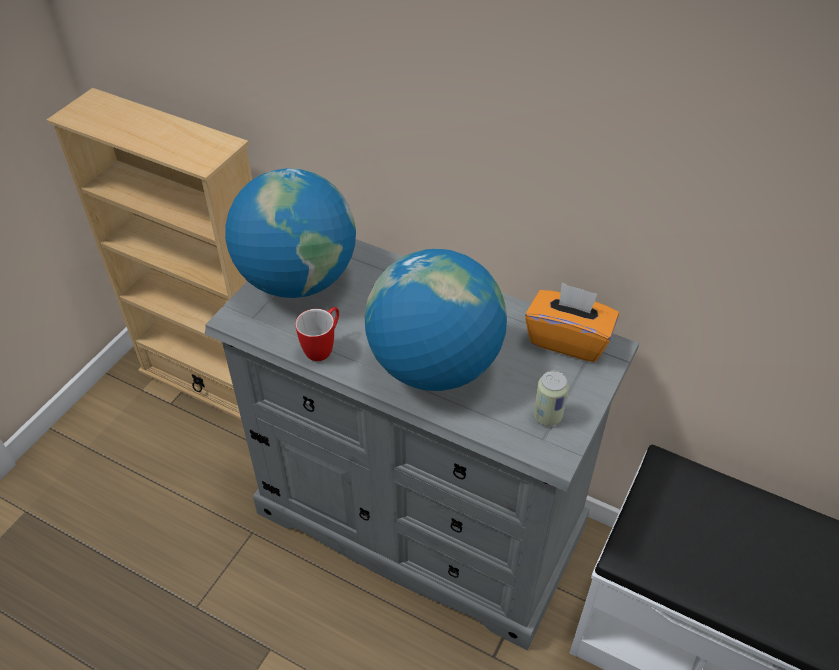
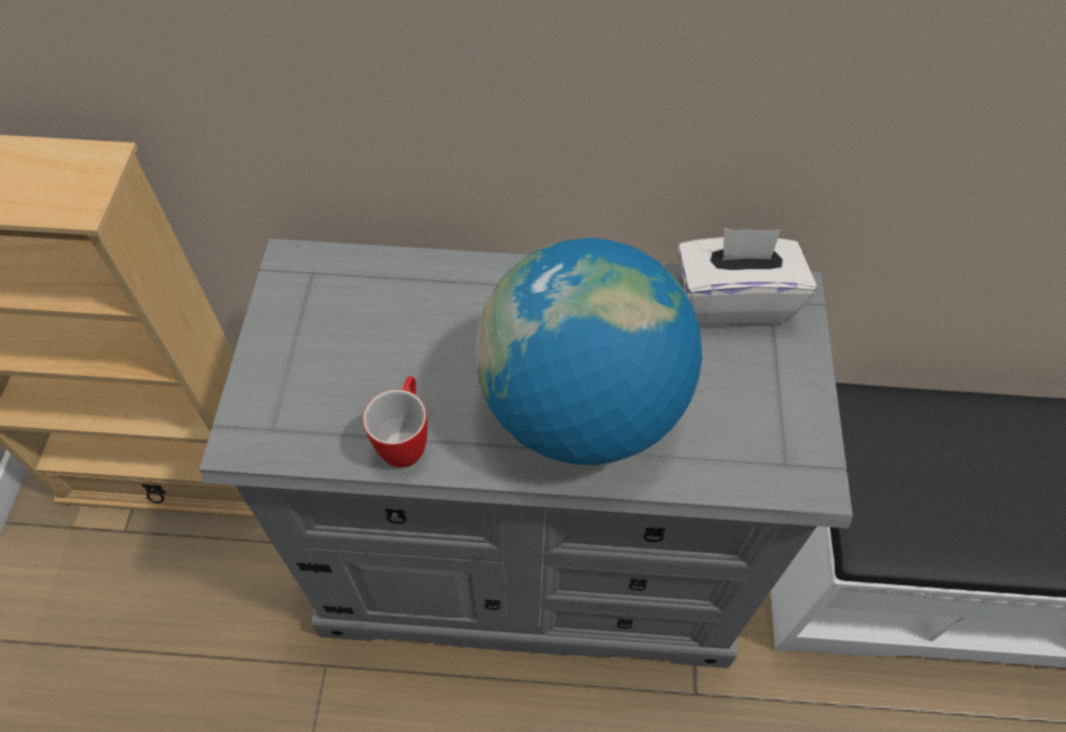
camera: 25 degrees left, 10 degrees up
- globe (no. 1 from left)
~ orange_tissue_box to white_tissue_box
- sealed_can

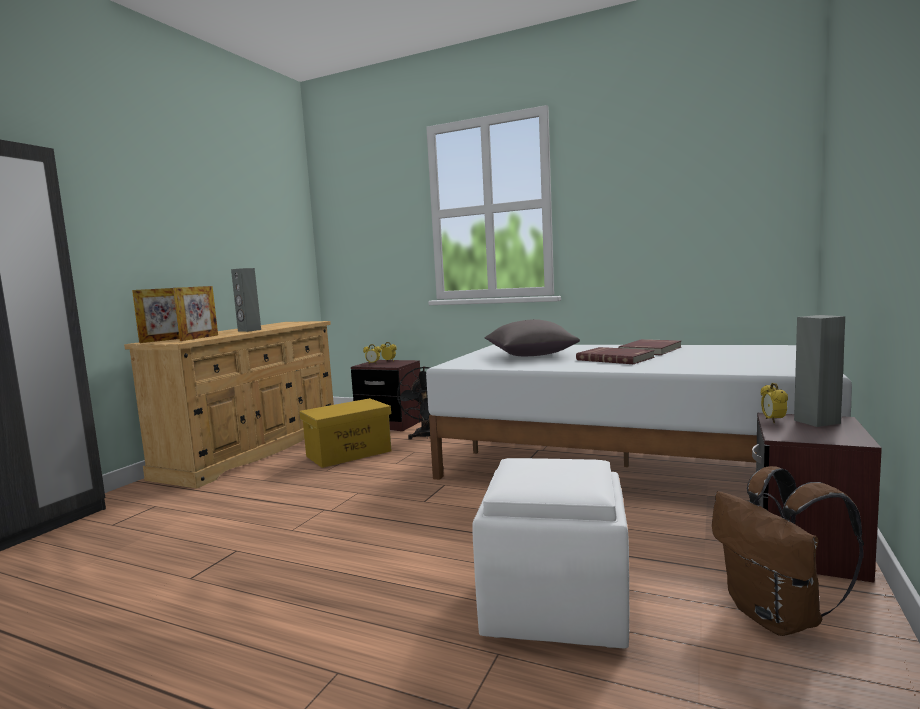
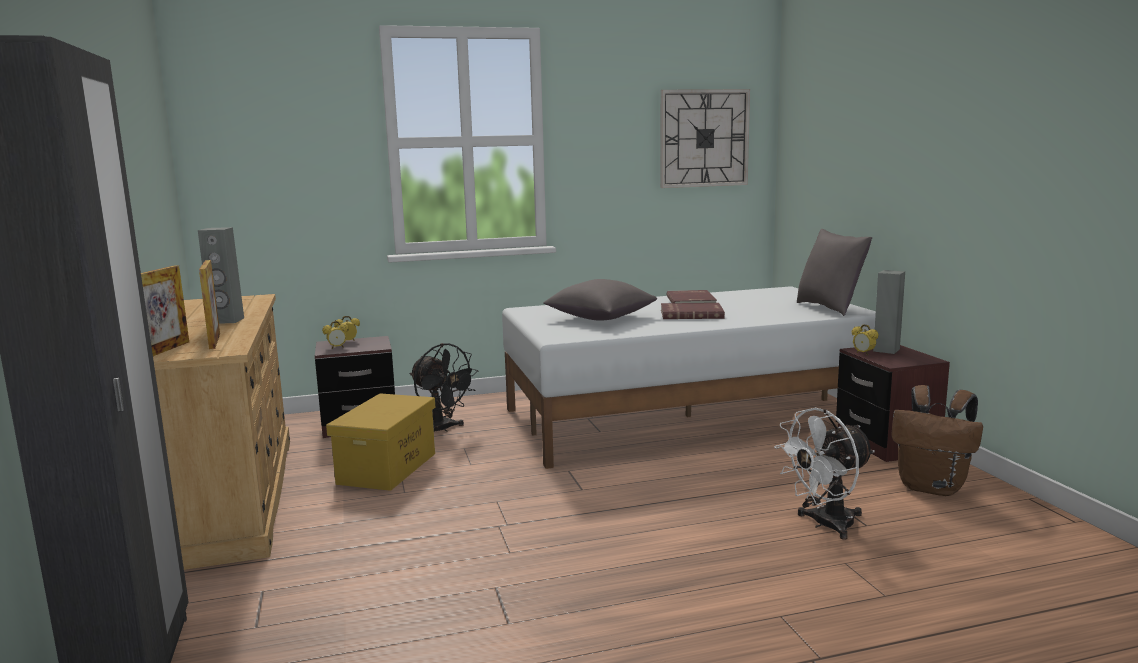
camera: 40 degrees left, 5 degrees up
~ white_pouffe to white_cooling_fan
+ clock_on_the_wall
+ grey_cushion (no. 2 from left)

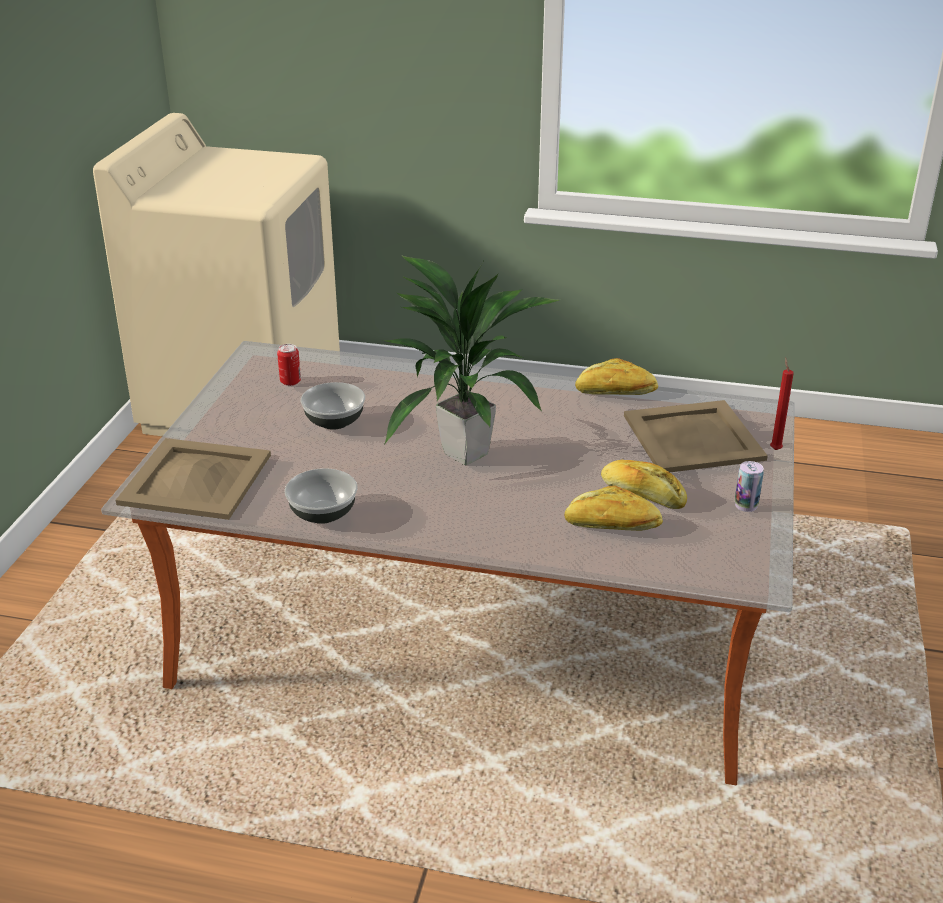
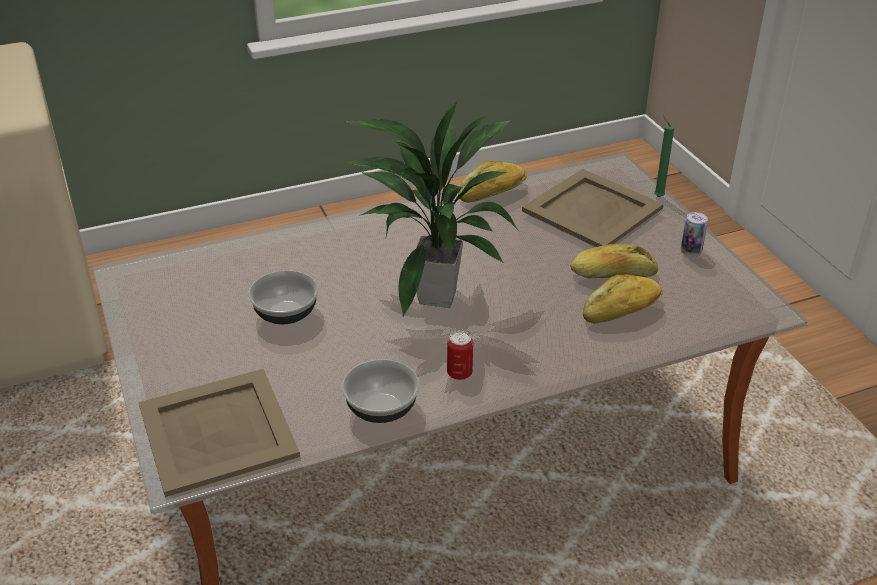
camera: 35 degrees left, 5 degrees up
~ sealed_can (no. 1 from left)
~ reddish_wax_candle to green_wax_candle

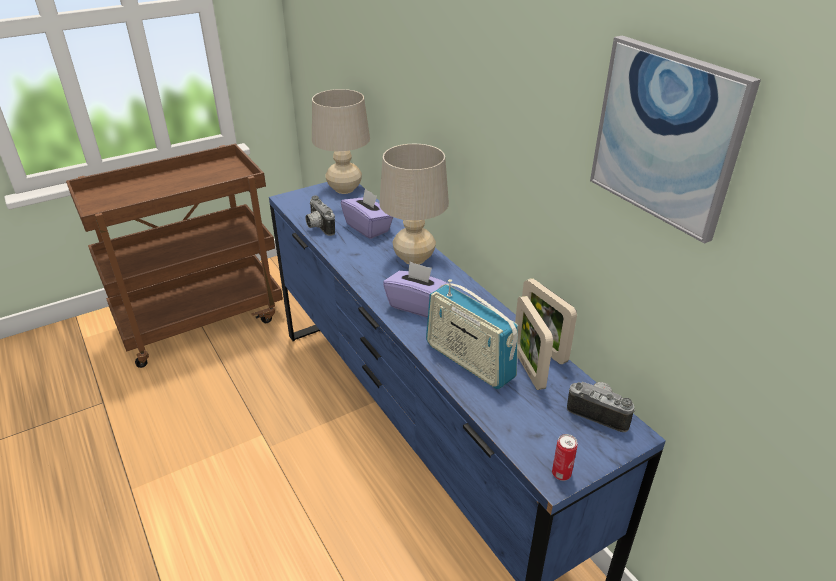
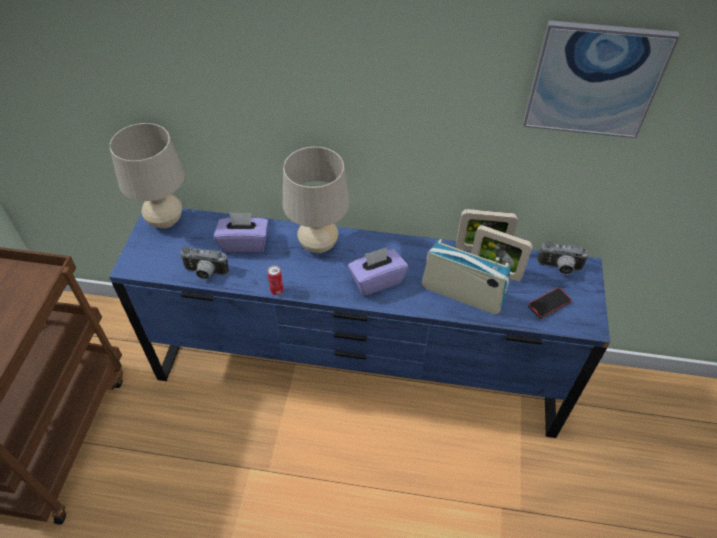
camera: 50 degrees left, 15 degrees up
~ radio_receiver 150 degrees counterclockwise
~ sealed_can
~ photo_camera (no. 2 from left) 150 degrees counterclockwise
+ telephone

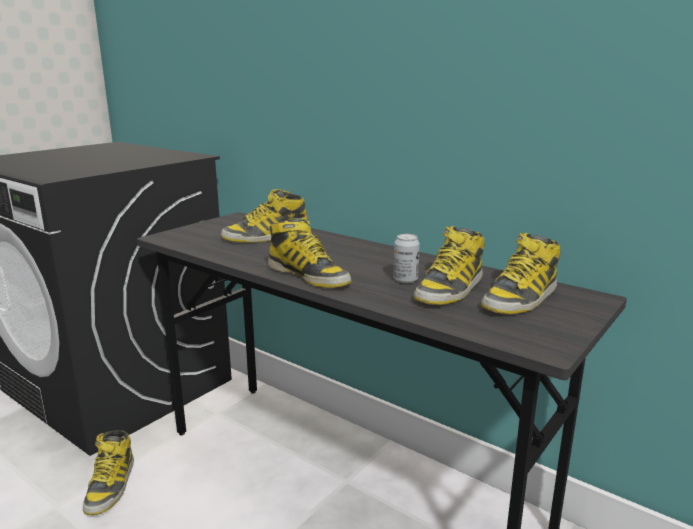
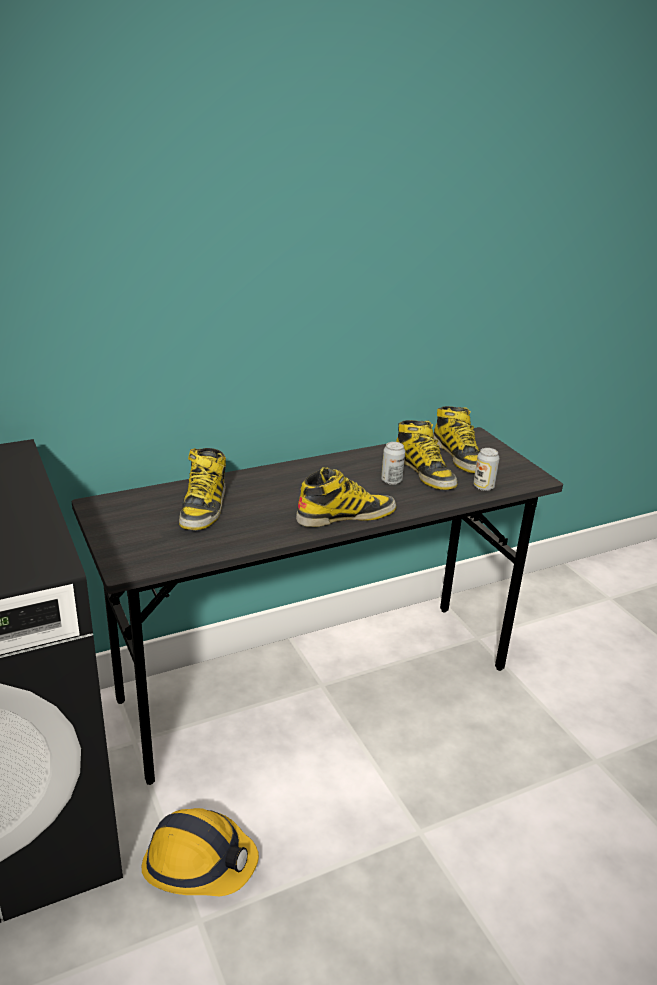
camera: 65 degrees left, 10 degrees up
~ tall_boot (no. 1 from left) to hard_hat
+ sealed_can (no. 2 from left)

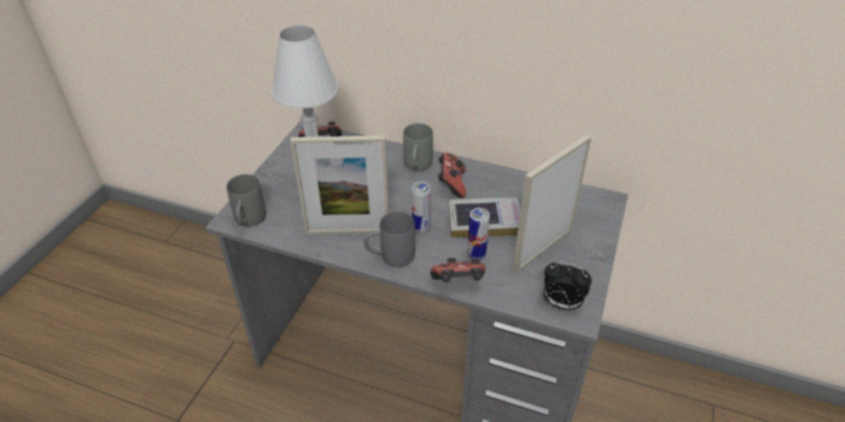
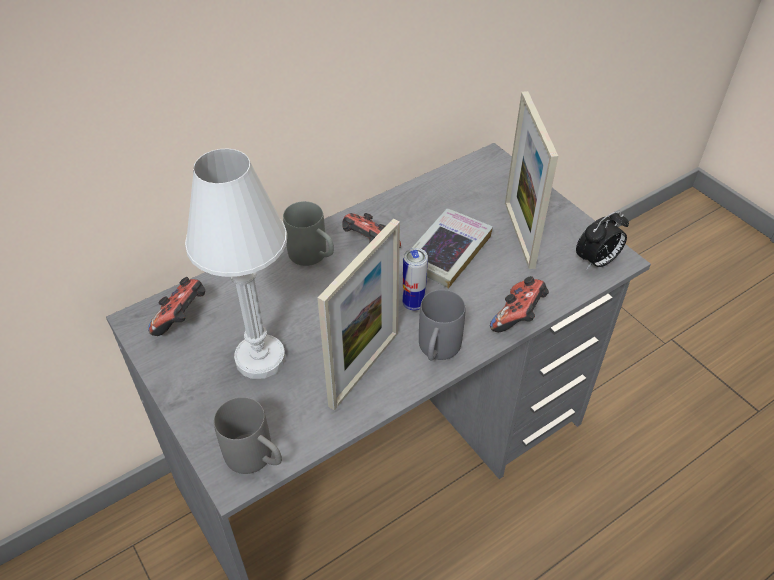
camera: 55 degrees left, 5 degrees up
- sealed_can (no. 2 from left)

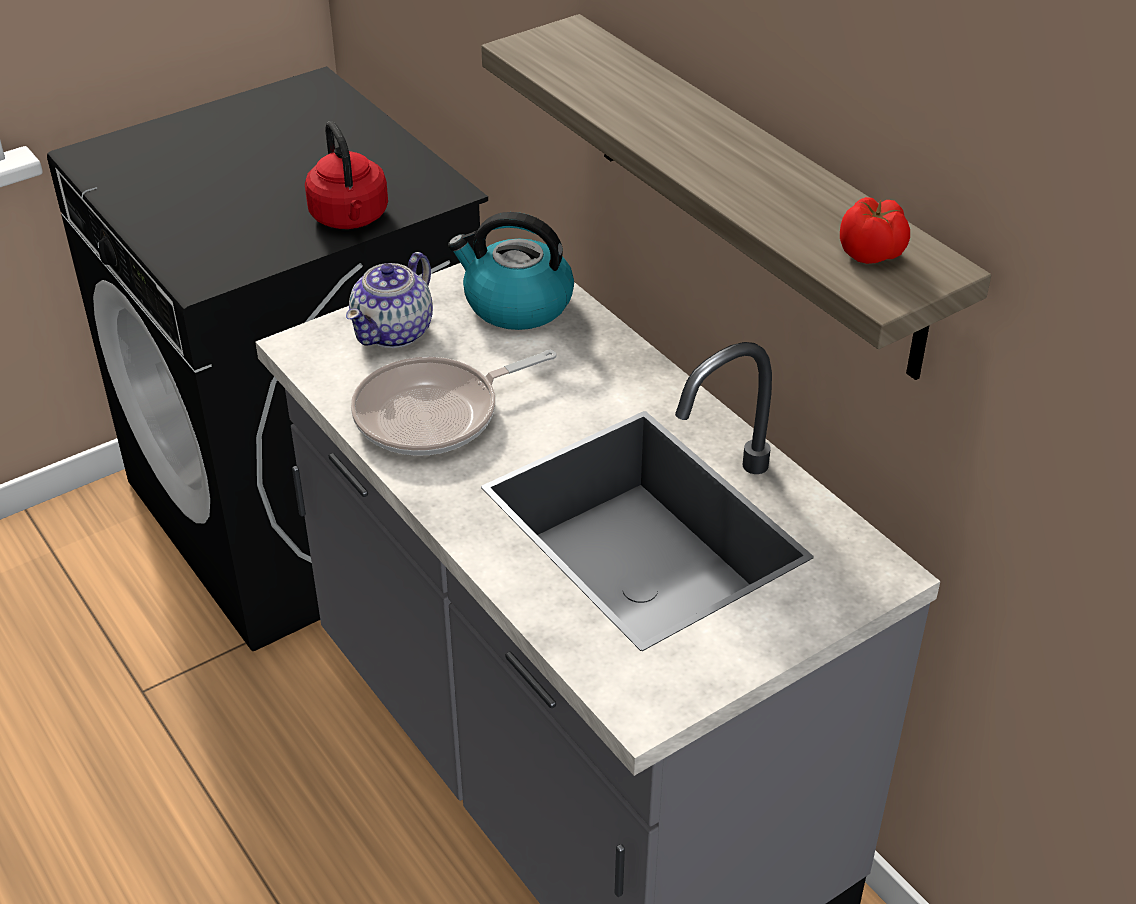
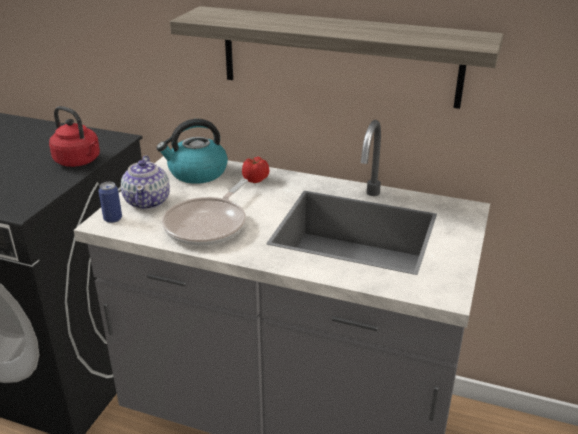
camera: 35 degrees left, 10 degrees down
~ whole_tomato
+ sealed_can

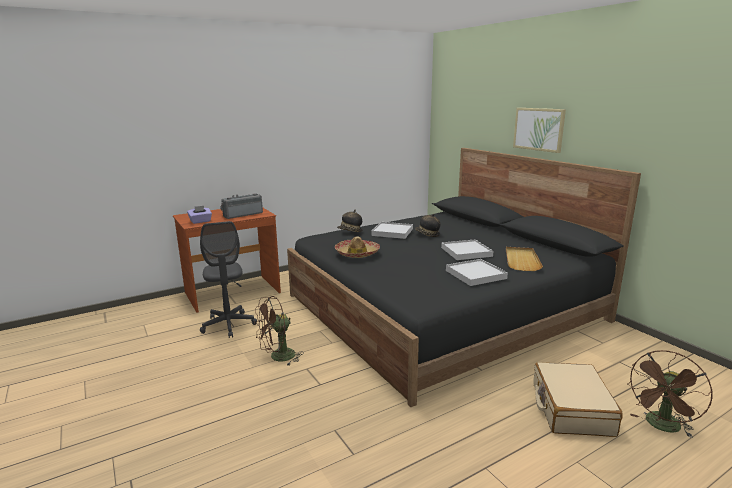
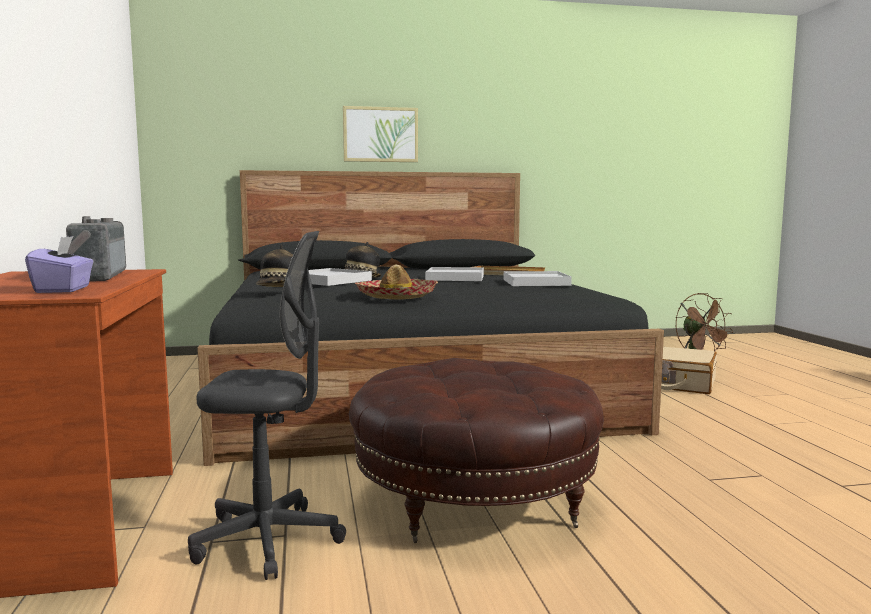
camera: 70 degrees left, 10 degrees down
~ brownish_cooling_fan (no. 1 from left) to brownish_pouffe

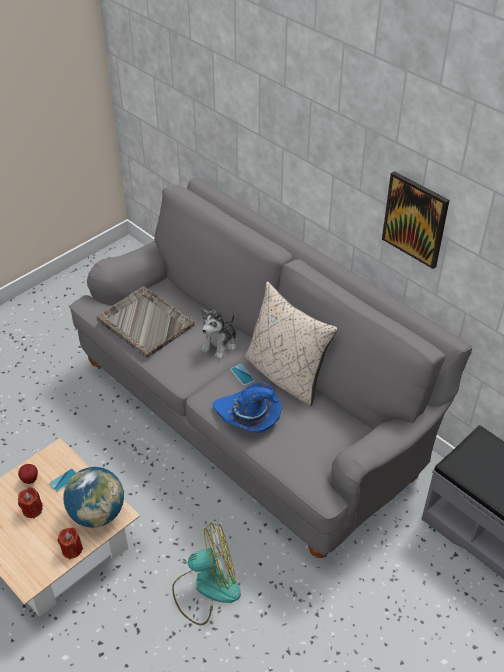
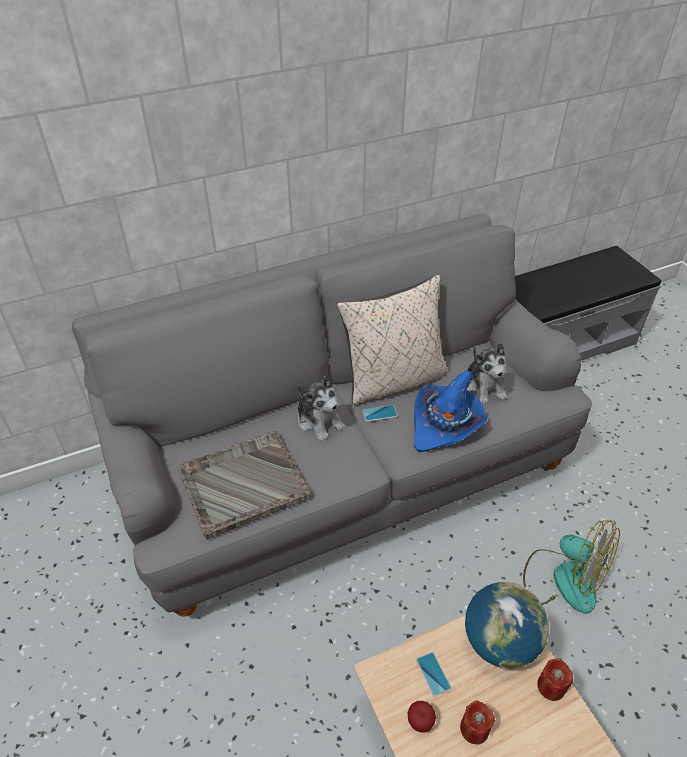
camera: 70 degrees left, 0 degrees up
~ cooling_fan 120 degrees clockwise
- wall_picture
+ soft_toy (no. 2 from left)

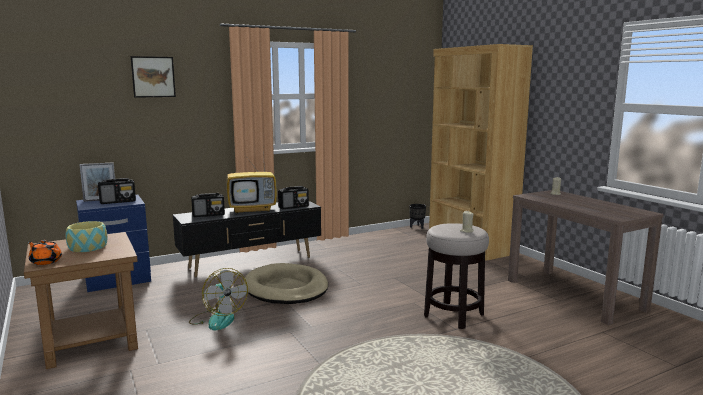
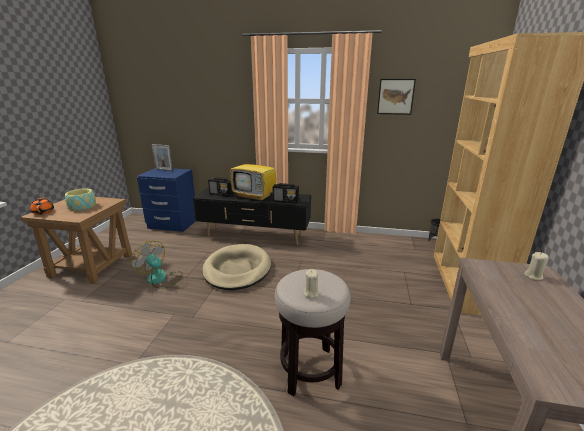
camera: 40 degrees right, 10 degrees up
- radio_receiver (no. 1 from left)
~ wall_picture
~ cooling_fan 120 degrees clockwise

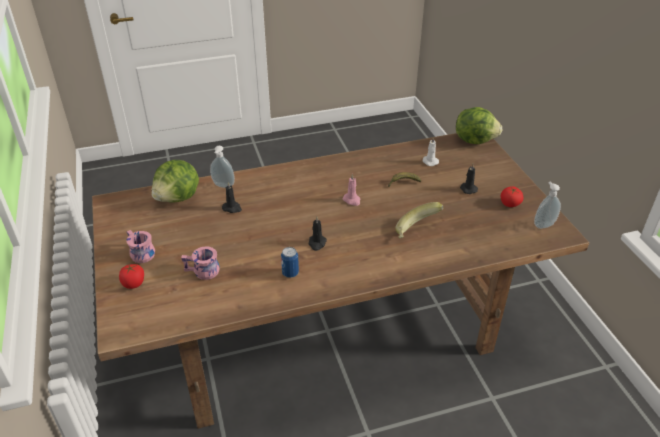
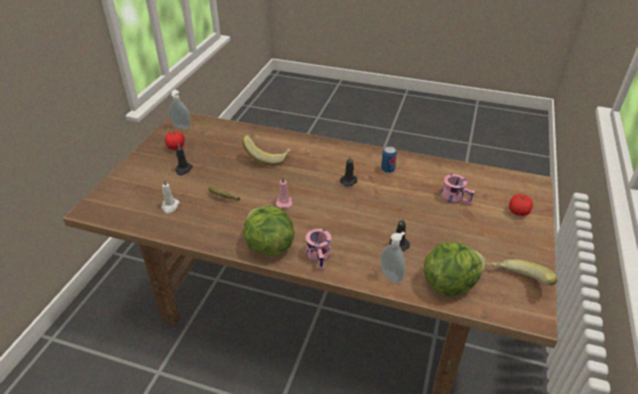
camera: 145 degrees left, 0 degrees up
~ pink-coloured_tea_mug (no. 1 from left)
~ lettuce_head (no. 2 from left in the first image) to lettuce_head (no. 1 from left)
+ banana_fruit (no. 3 from left)

